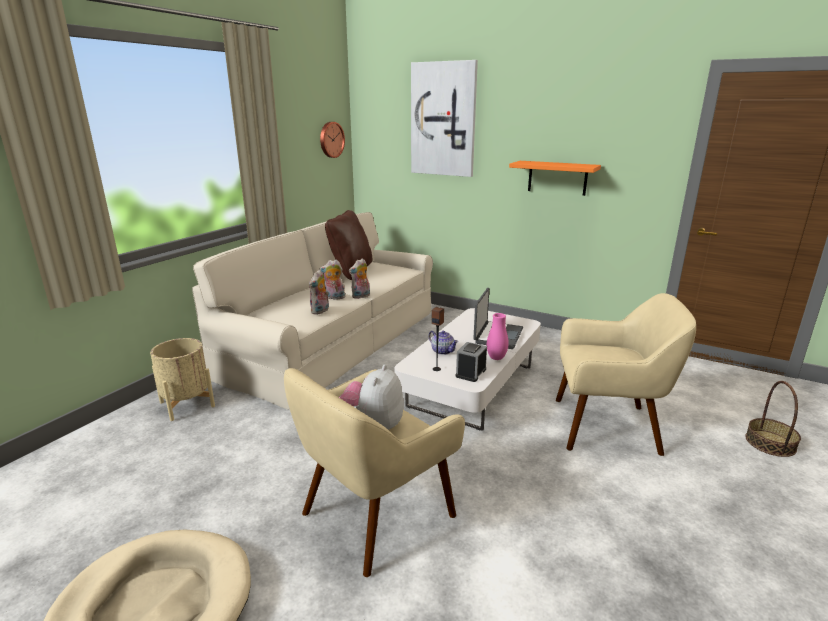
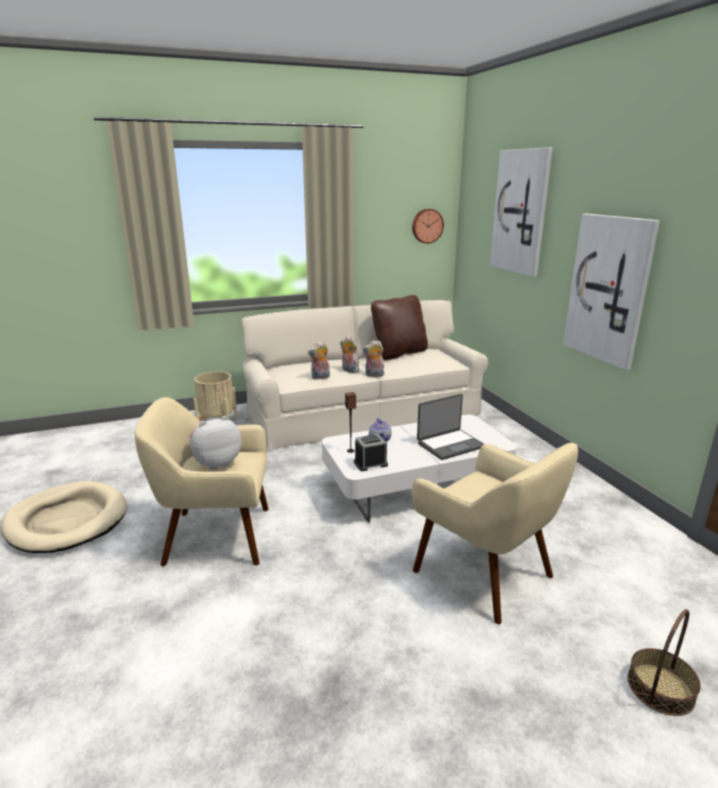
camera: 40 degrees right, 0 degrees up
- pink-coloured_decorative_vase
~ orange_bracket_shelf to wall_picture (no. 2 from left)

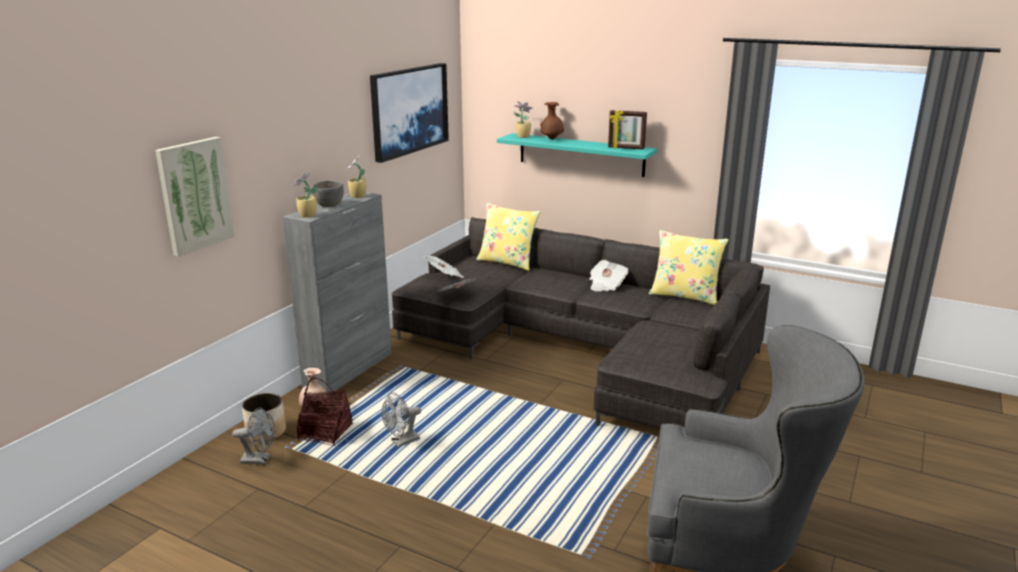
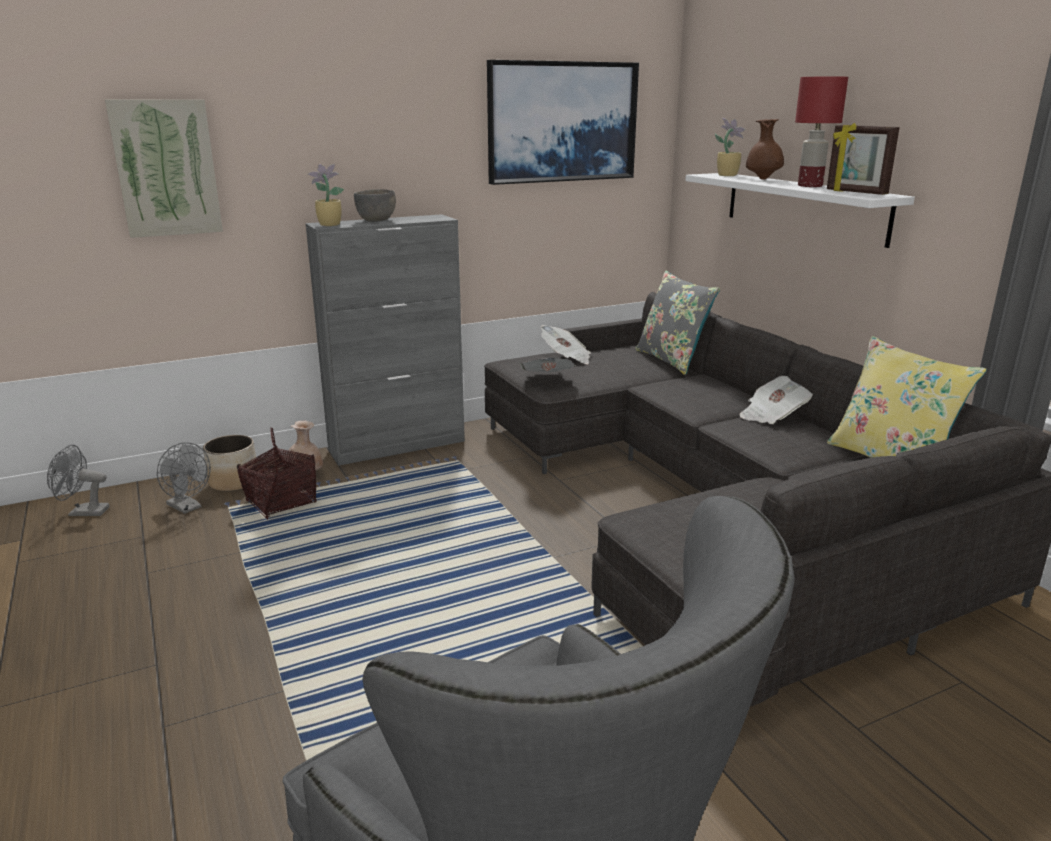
camera: 35 degrees right, 0 degrees up
- houseplant (no. 2 from left)
~ grey_cooling_fan (no. 2 from left in the first image) to grey_cooling_fan (no. 1 from left)
~ yellow-coloured_cushion (no. 1 from left) to grey_cushion
~ turquoise-coloured_bracket_shelf to white_bracket_shelf
+ reddish_table_lamp

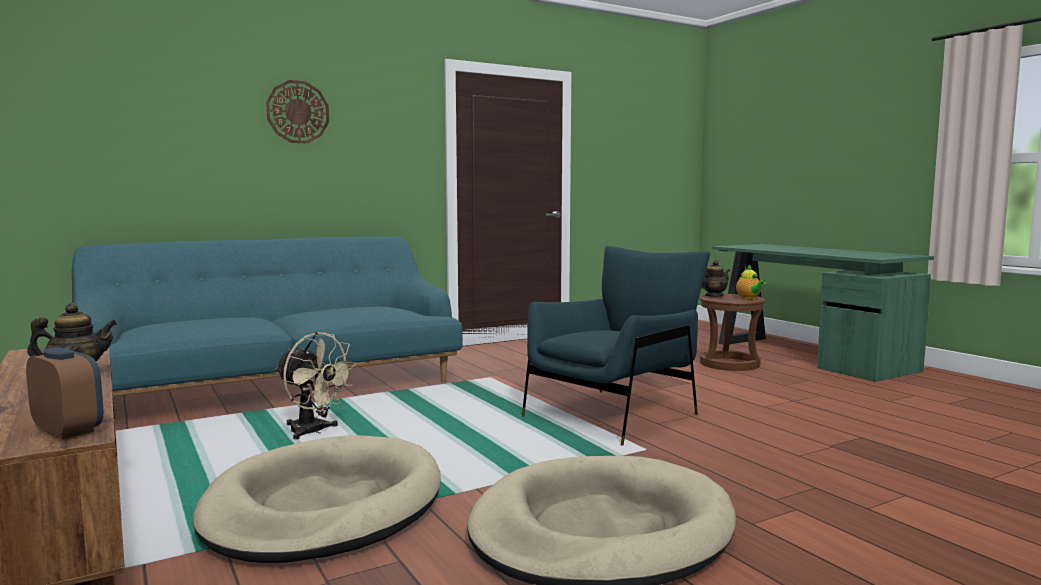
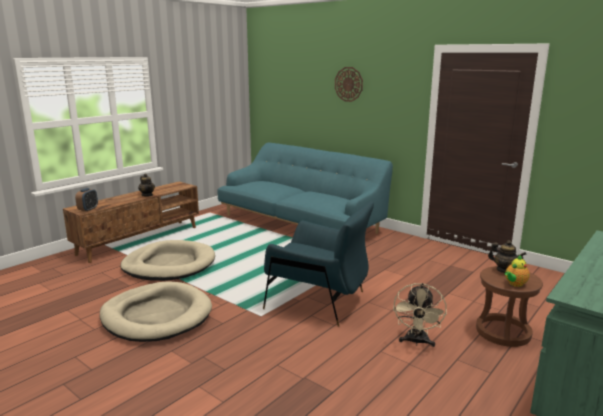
camera: 70 degrees right, 10 degrees up
~ sand-coloured_cooling_fan

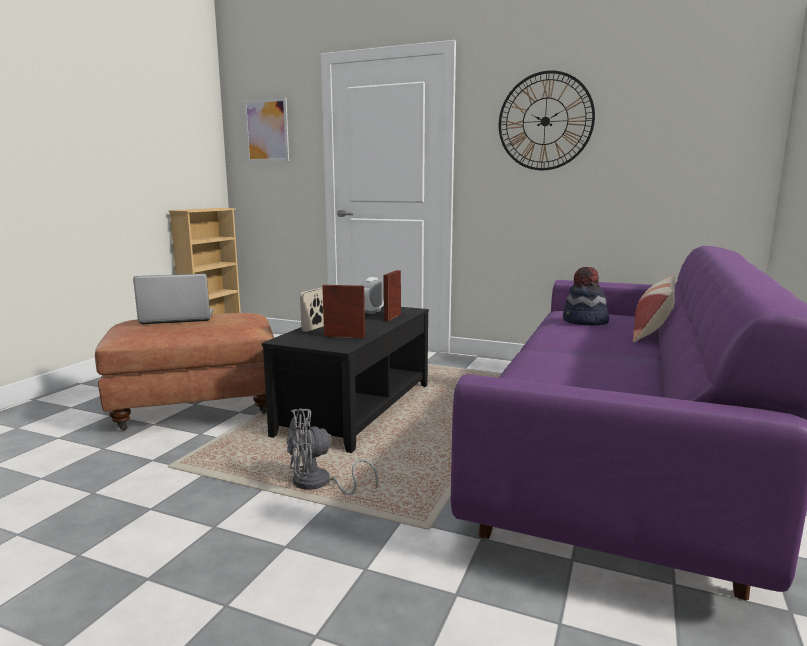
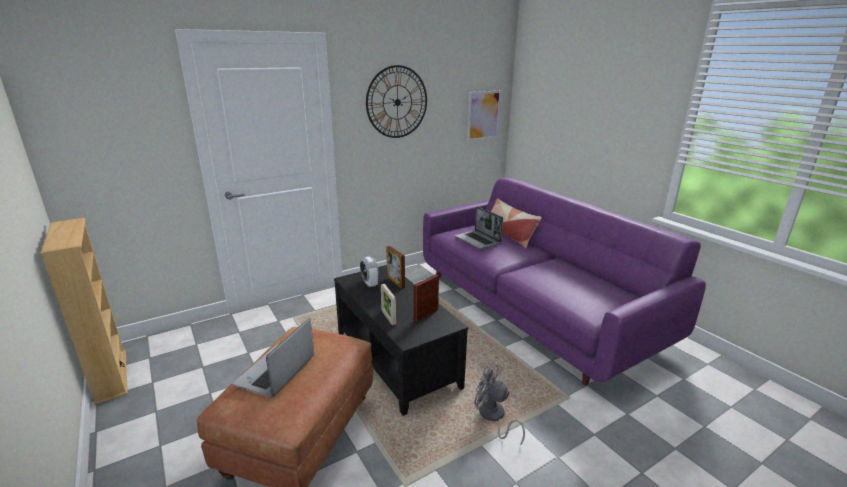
camera: 55 degrees left, 10 degrees up
~ wall_picture
~ grey_cooling_fan 105 degrees clockwise
~ hat to portable_computer (no. 2 from left)

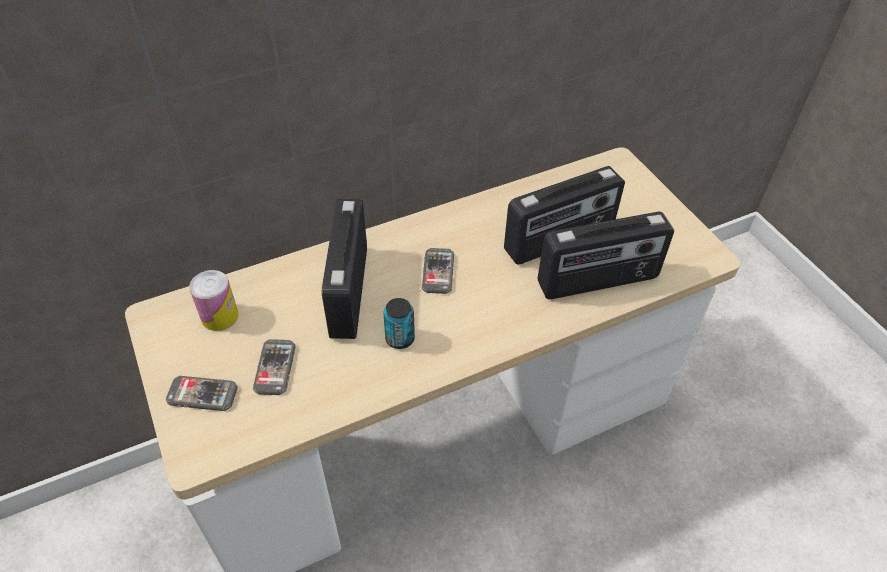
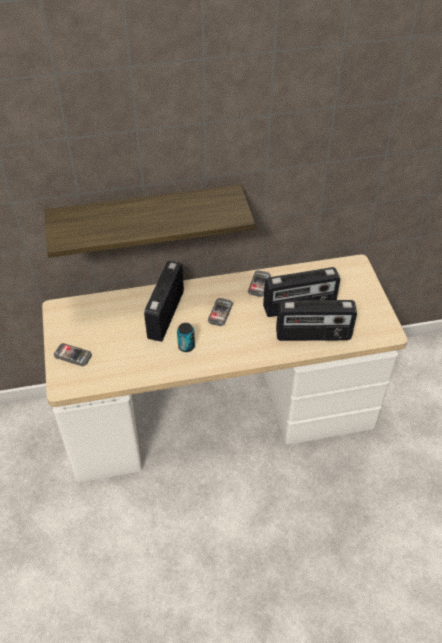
camera: 15 degrees right, 0 degrees up
- sealed_can (no. 1 from left)
~ telephone (no. 2 from left in the first image) to telephone (no. 3 from left)
+ bracket_shelf

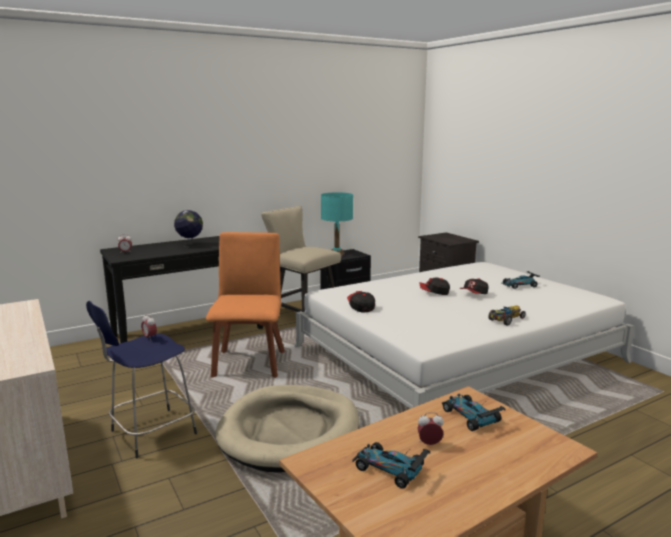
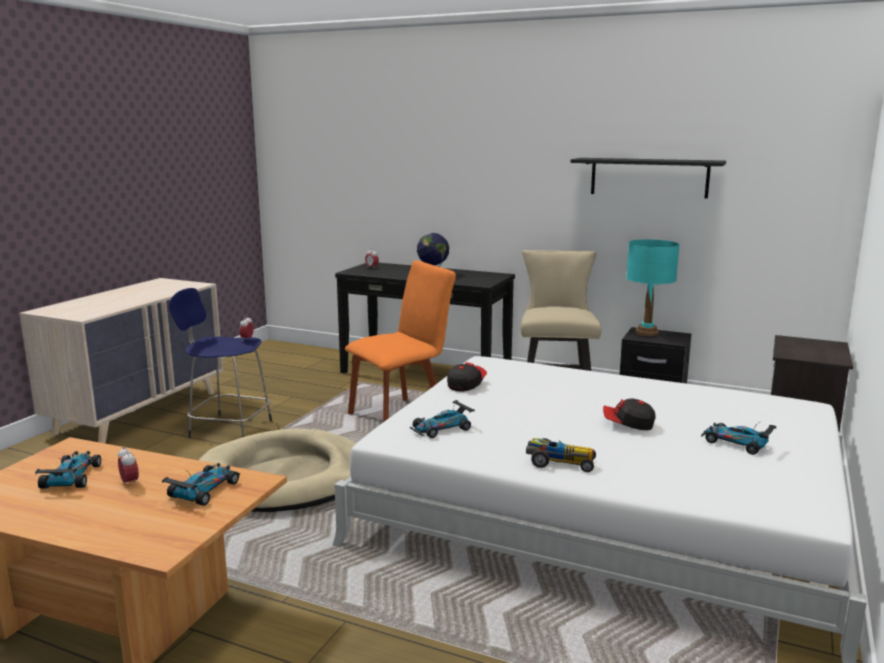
camera: 55 degrees right, 0 degrees up
- cap (no. 2 from left)
+ toy_car (no. 3 from left)
+ blackish_bracket_shelf

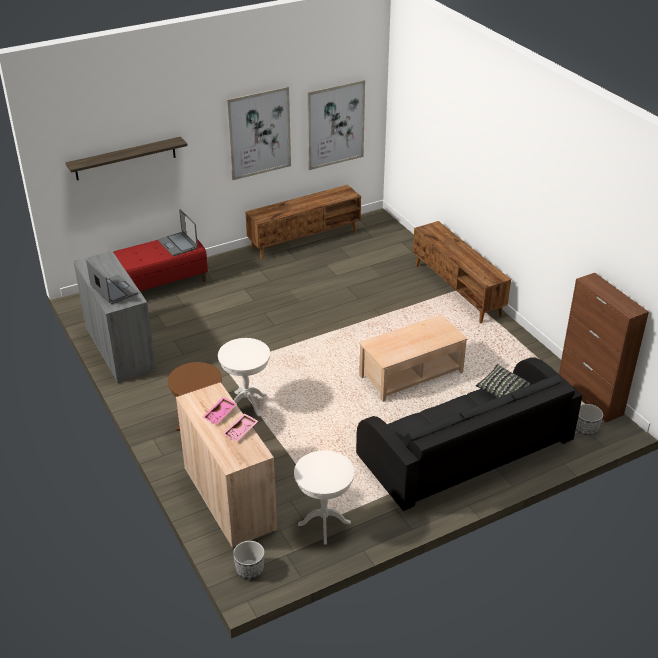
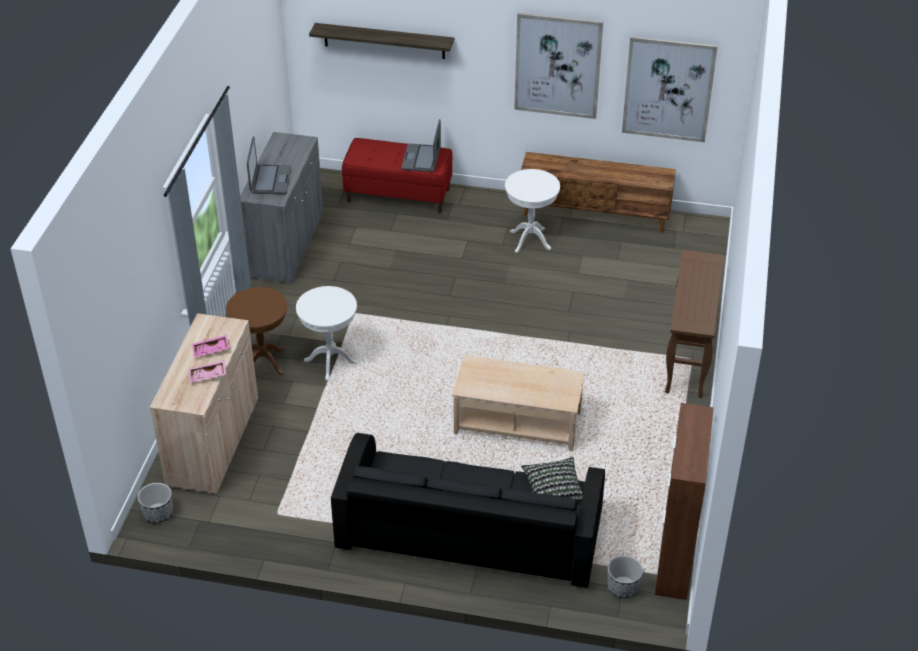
camera: 40 degrees right, 5 degrees up
~ white_accent_table (no. 2 from left)
~ brownish_media_console (no. 2 from left) to brownish_narrow_table

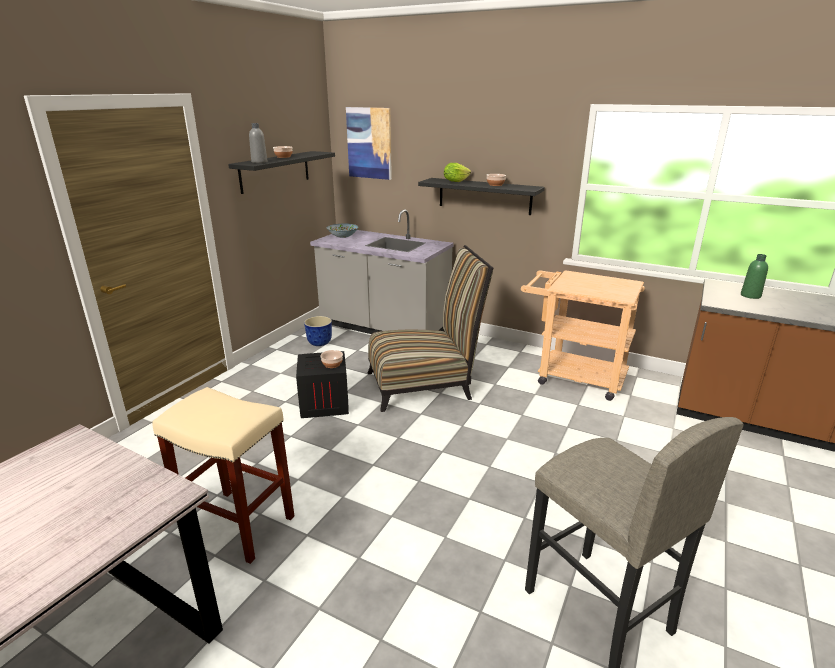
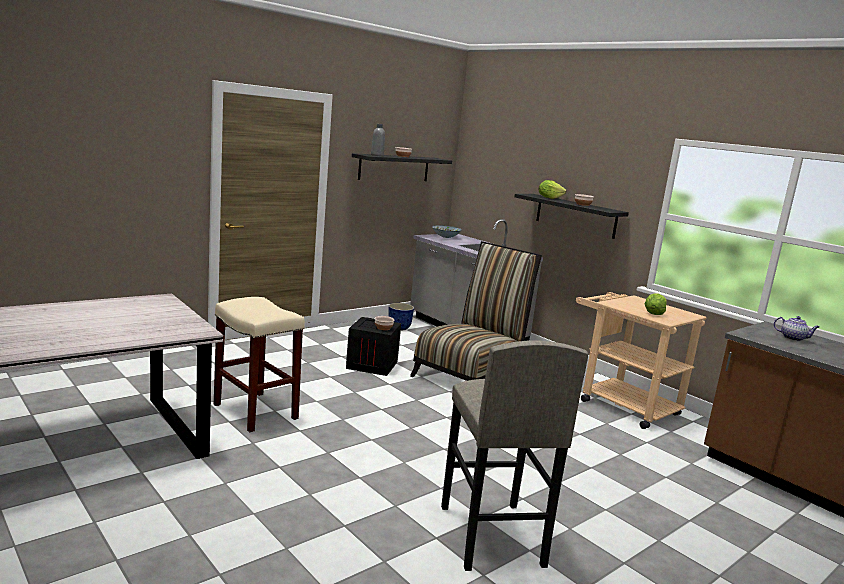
camera: 20 degrees right, 10 degrees down
- wall_picture
~ plain_chair 60 degrees counterclockwise
~ green_bottle to teapot
+ lettuce_head (no. 2 from left)

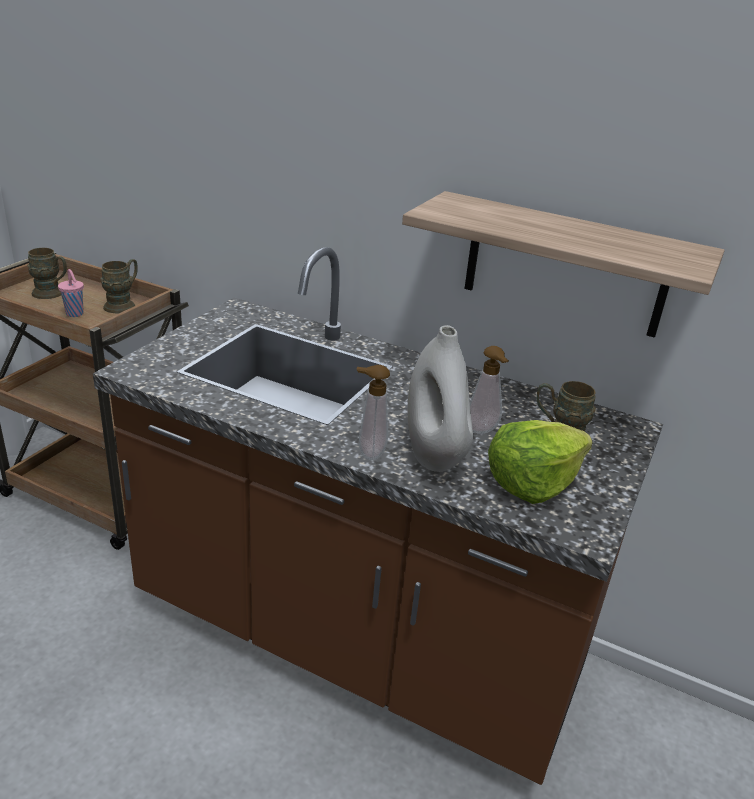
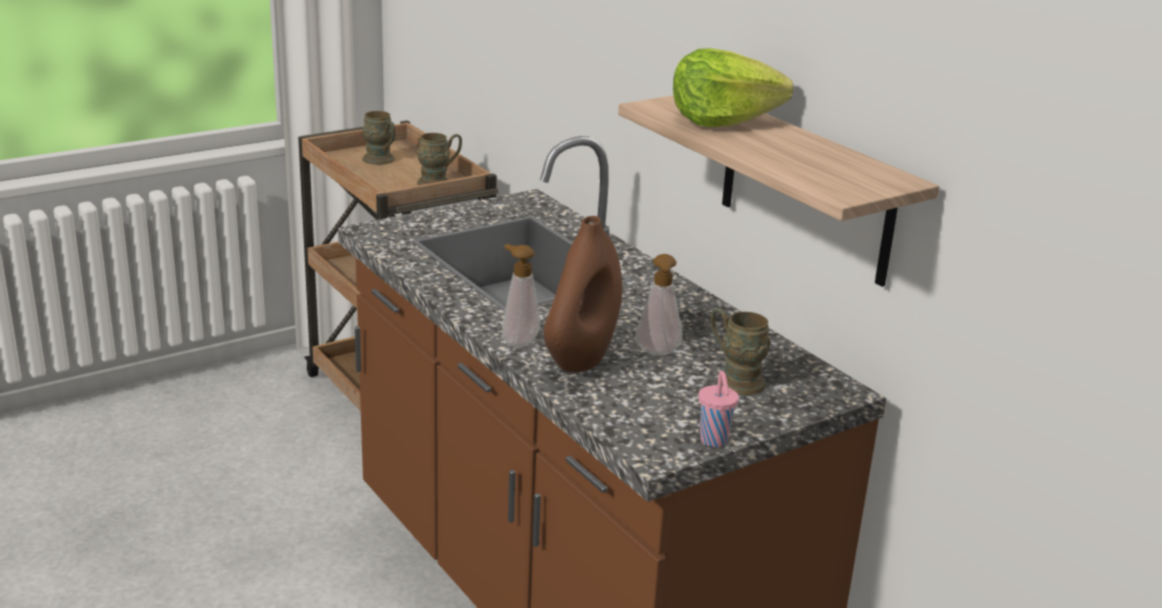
camera: 30 degrees right, 5 degrees down
~ pink-coloured_cup
~ white_decorative_vase to brownish_decorative_vase
~ lettuce_head

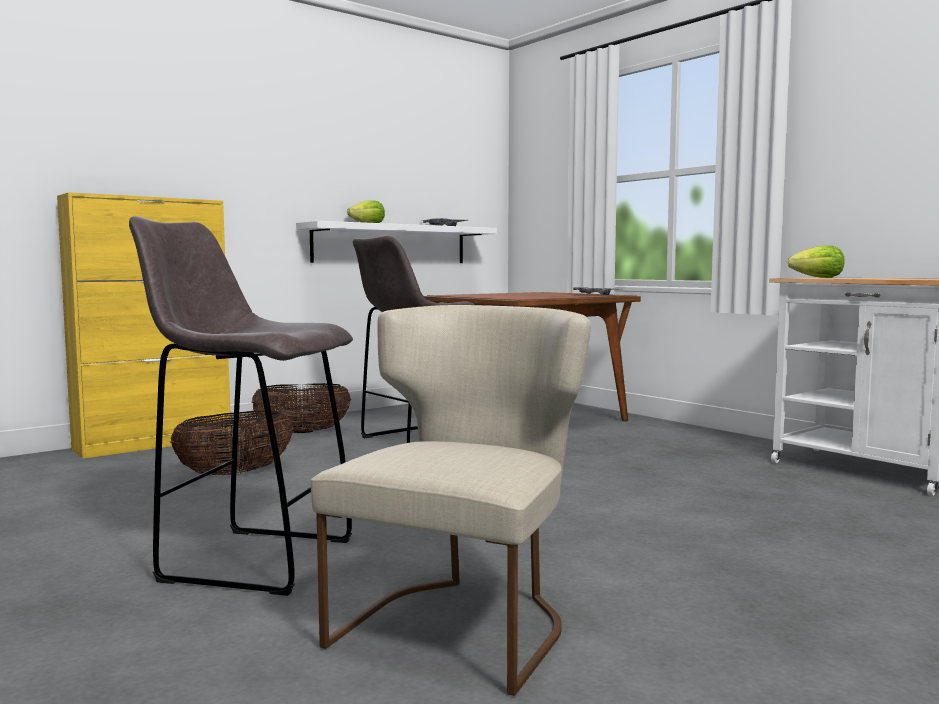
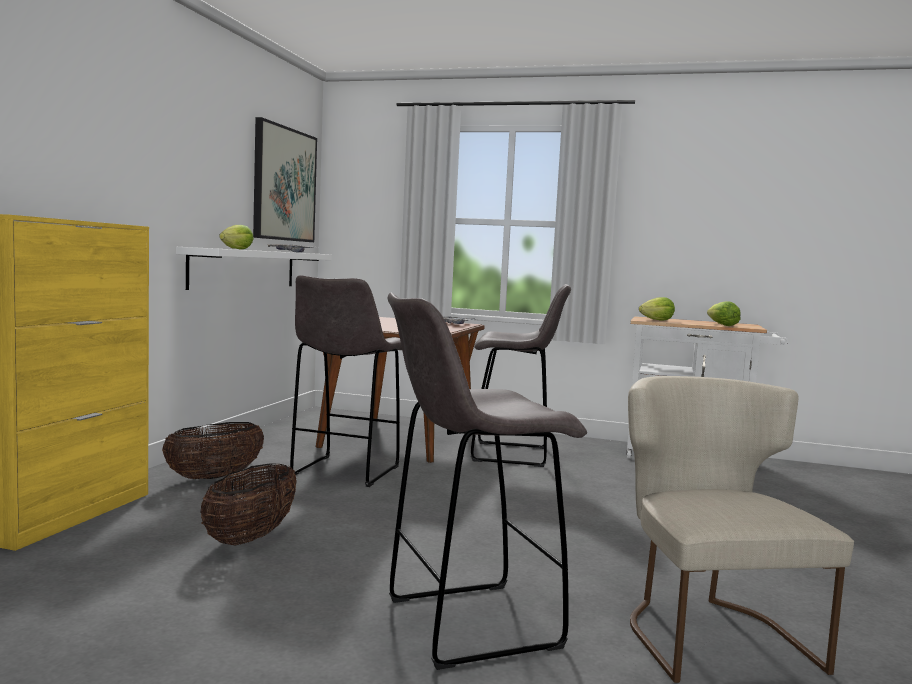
camera: 35 degrees left, 0 degrees up
+ wall_picture
+ grey_sitting_stool (no. 3 from left)
+ lettuce_head (no. 3 from left)

